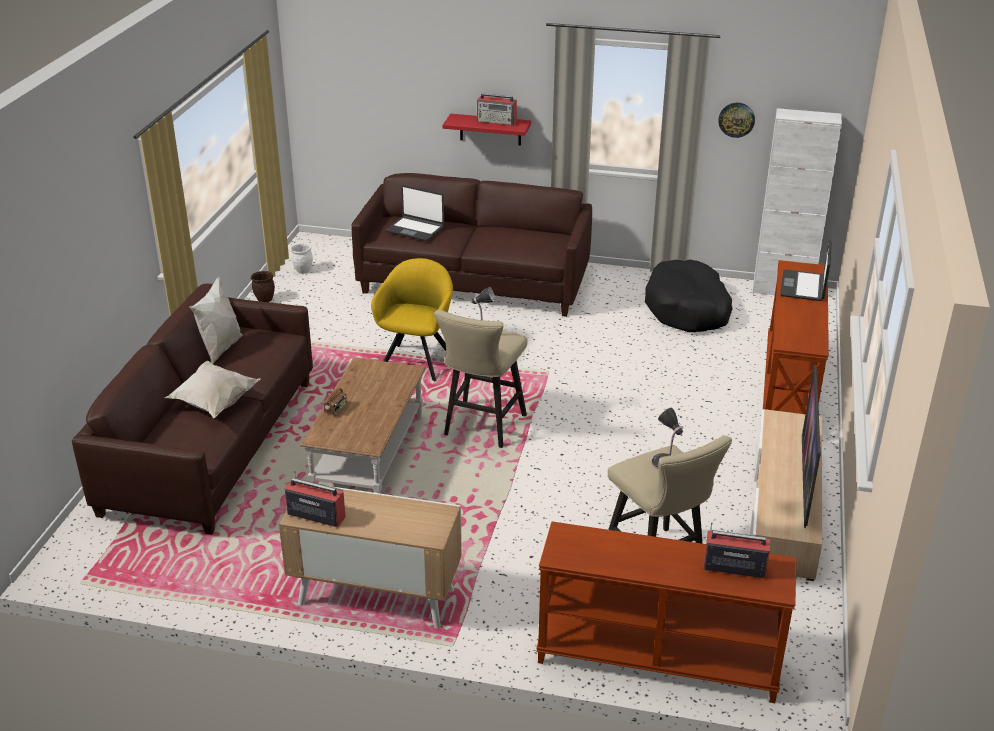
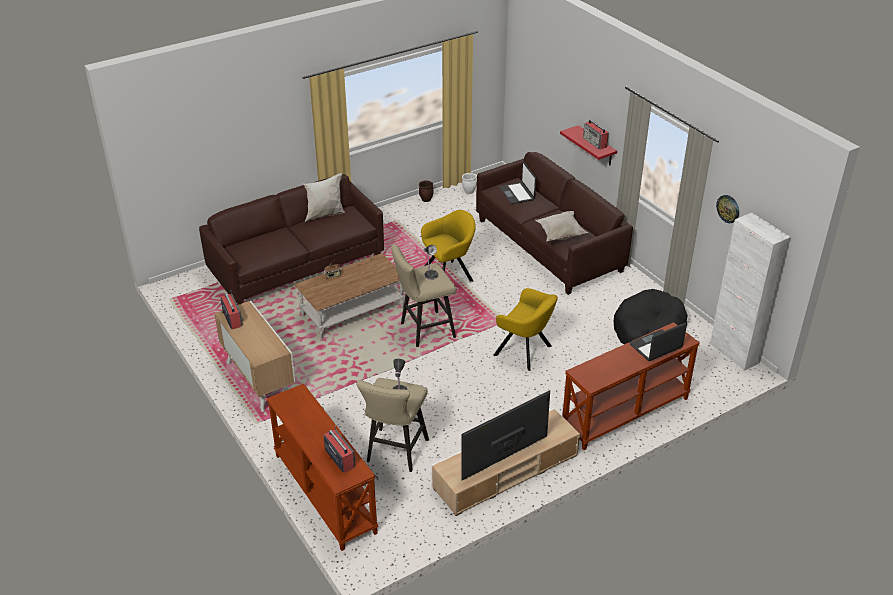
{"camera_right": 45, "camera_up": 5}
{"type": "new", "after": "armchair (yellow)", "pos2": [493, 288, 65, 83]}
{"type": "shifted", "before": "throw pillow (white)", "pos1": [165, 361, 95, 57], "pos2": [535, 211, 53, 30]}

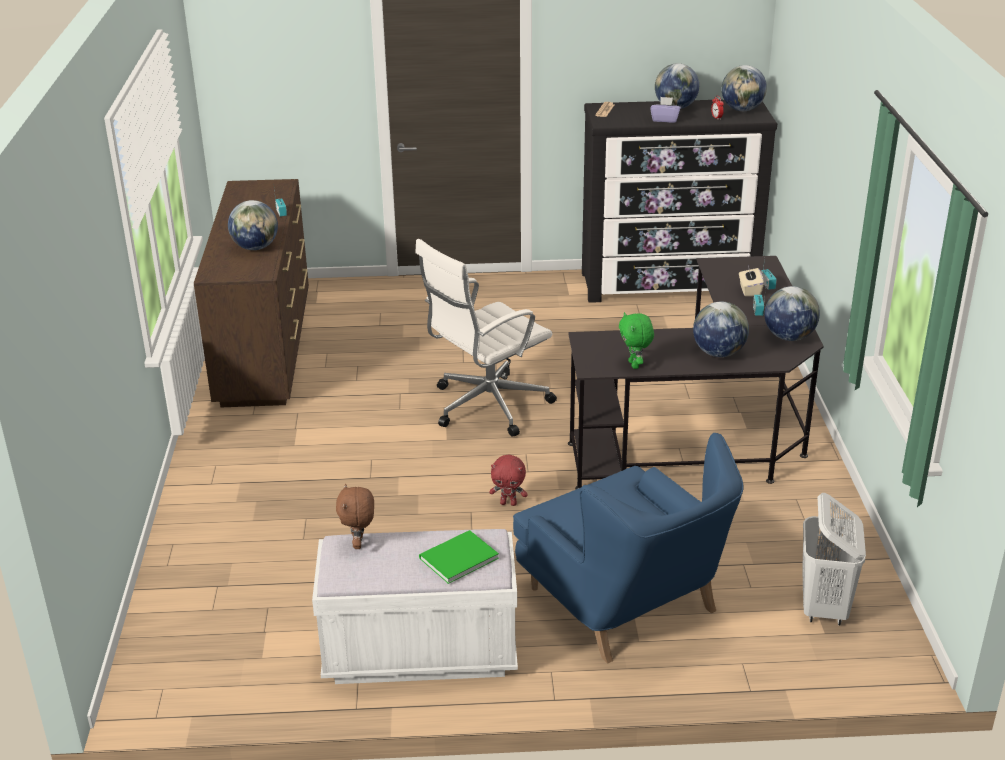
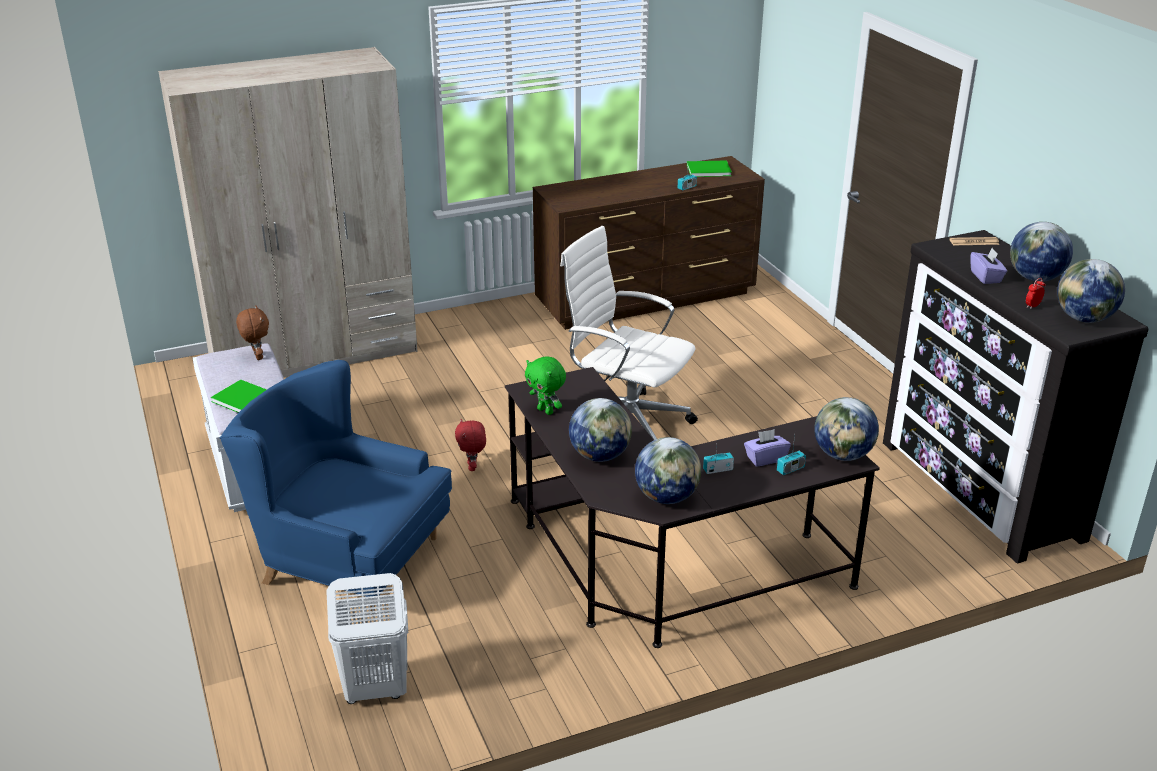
{"camera_right": 70, "camera_up": 0}
{"type": "new", "after": "clothes cupboard (beige)", "pos2": [158, 47, 259, 330]}
{"type": "rotated", "before": "armchair (bluish)", "pos1": [513, 433, 231, 231], "pos2": [220, 360, 232, 255], "turn": 75}
{"type": "rotated", "before": "soft toy (brown)", "pos1": [336, 484, 38, 65], "pos2": [236, 306, 33, 54], "turn": 90}
{"type": "rotated", "before": "soft toy (greenish)", "pos1": [619, 312, 35, 57], "pos2": [525, 356, 41, 59], "turn": -105}
{"type": "new", "after": "book (greenish)", "pos2": [687, 160, 45, 17]}
{"type": "repainted", "before": "tissue holder (beige)", "after": "tissue holder (purplish)", "pos1": [739, 266, 25, 30], "pos2": [744, 429, 47, 38]}
{"type": "shifted", "before": "desk globe", "pos1": [228, 200, 50, 50], "pos2": [814, 397, 65, 64]}

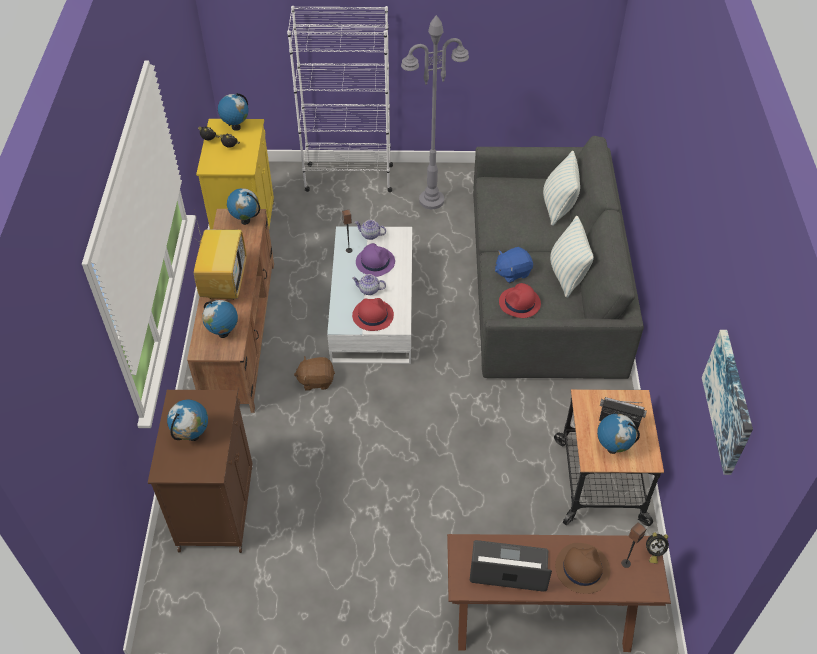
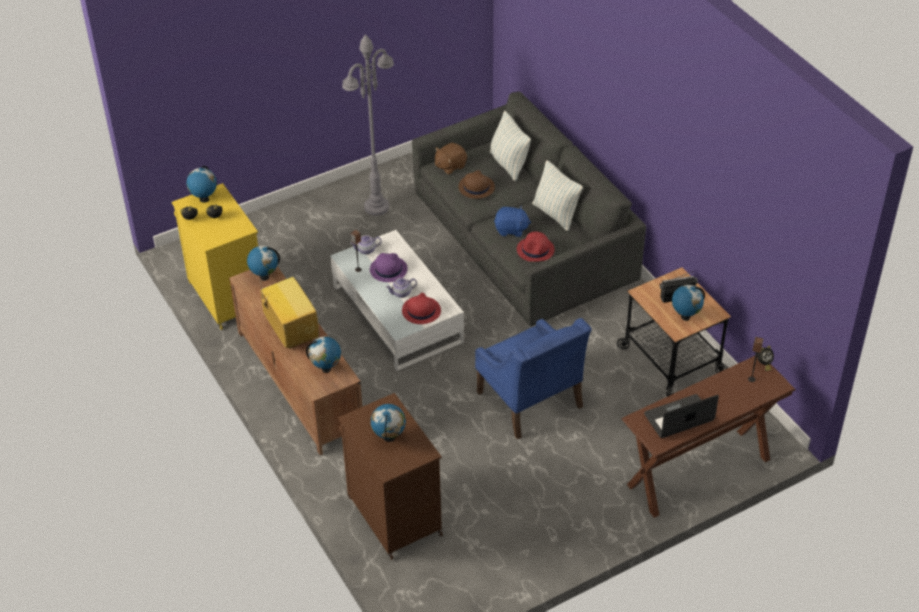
{"camera_right": -30, "camera_up": -5}
{"type": "shifted", "before": "soft toy (brown)", "pos1": [294, 356, 41, 35], "pos2": [435, 143, 32, 32]}
{"type": "shifted", "before": "wearable hat (brown)", "pos1": [555, 543, 55, 51], "pos2": [458, 170, 37, 29]}
{"type": "new", "after": "armchair (bluish)", "pos2": [475, 318, 117, 122]}
{"type": "rotated", "before": "soft toy (bluish)", "pos1": [495, 247, 38, 36], "pos2": [494, 206, 37, 31], "turn": -120}
{"type": "gone", "before": "shelving unit (white)", "pos1": [287, 6, 106, 186]}
{"type": "gone", "before": "wall picture", "pos1": [702, 330, 51, 145]}

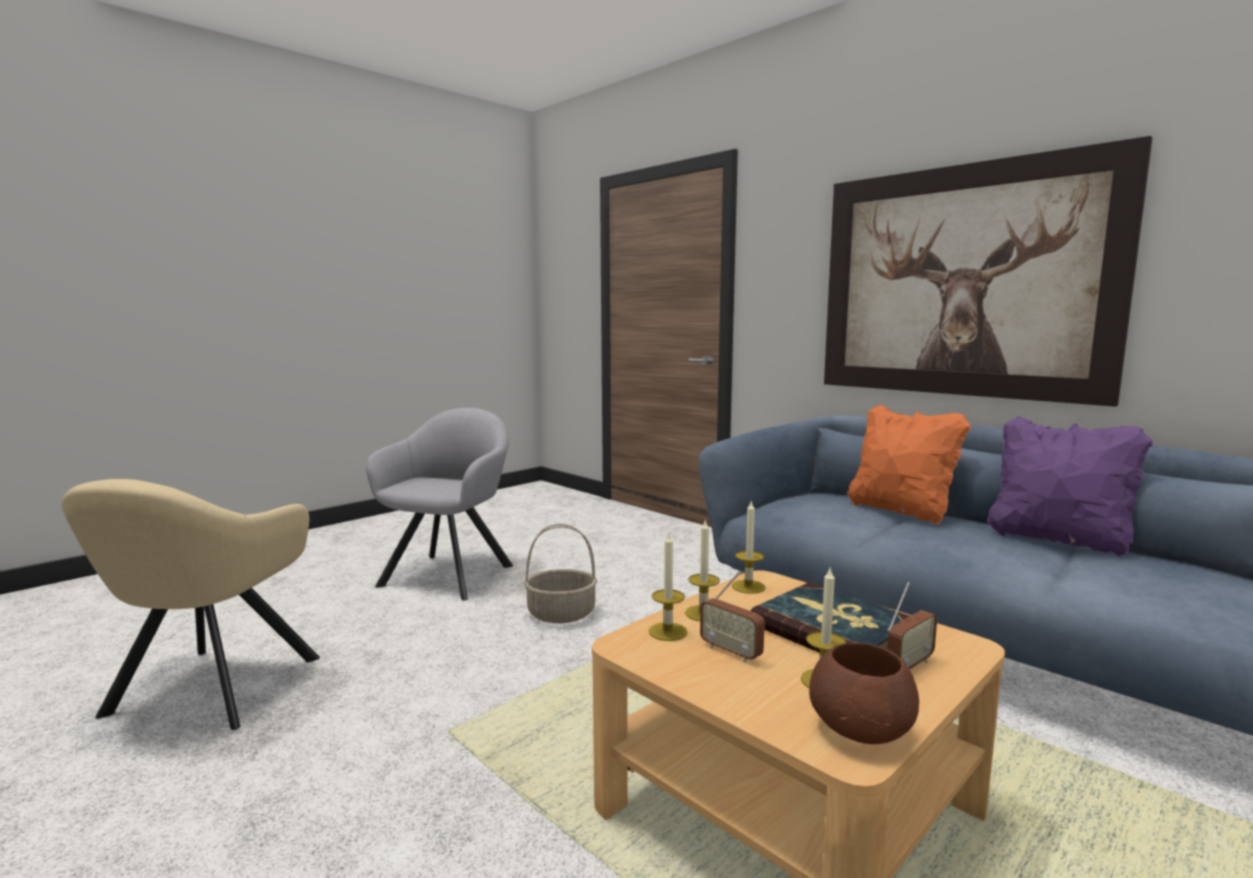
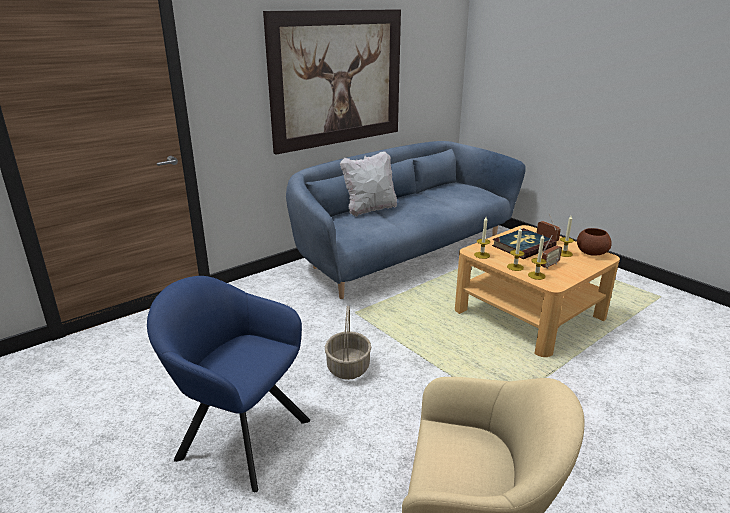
{"camera_right": -85, "camera_up": 15}
{"type": "repainted", "before": "armchair (gray)", "after": "armchair (bluish)", "pos1": [366, 408, 147, 193], "pos2": [147, 276, 163, 216]}
{"type": "repainted", "before": "throw pillow (orange)", "after": "throw pillow (white)", "pos1": [847, 404, 124, 121], "pos2": [340, 151, 57, 66]}
{"type": "gone", "before": "throw pillow (purplish)", "pos1": [987, 416, 166, 140]}

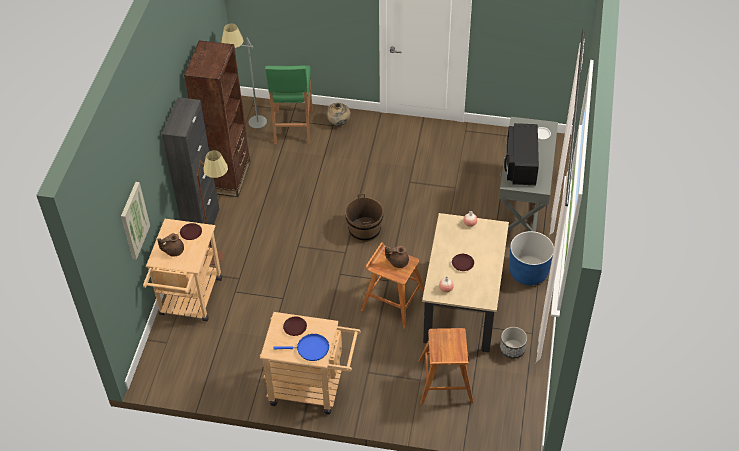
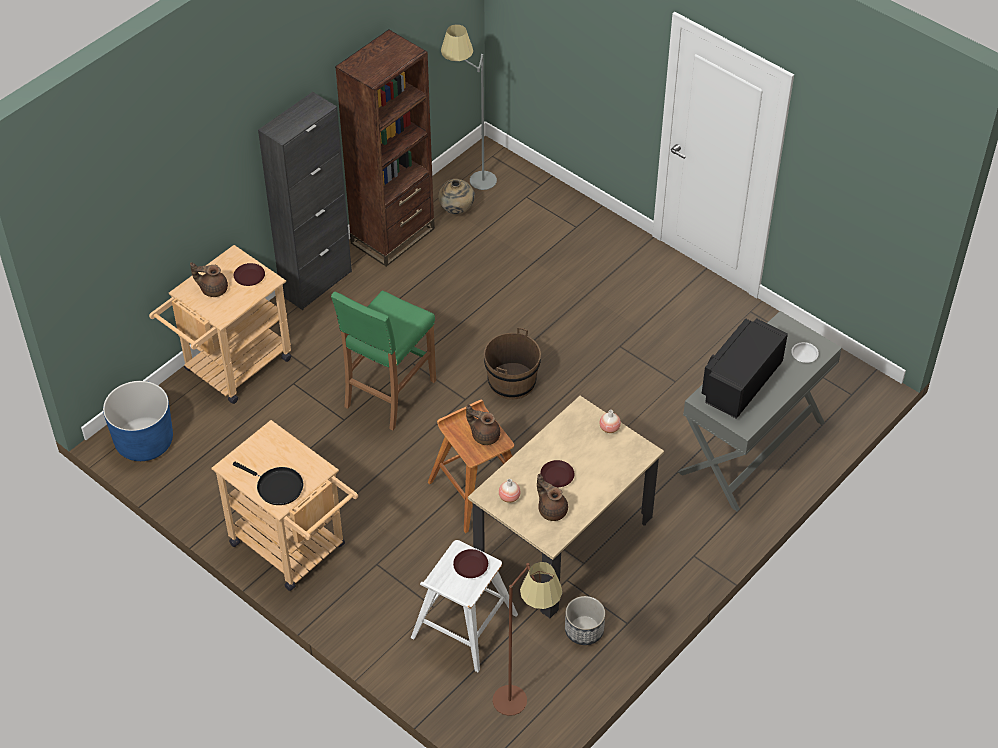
{"camera_right": 30, "camera_up": 0}
{"type": "shifted", "before": "plant pot (bluish)", "pos1": [509, 231, 45, 54], "pos2": [103, 381, 70, 80]}
{"type": "repainted", "before": "frying pan (bluish)", "after": "frying pan (black)", "pos1": [273, 334, 56, 27], "pos2": [233, 462, 70, 43]}
{"type": "shifted", "before": "sitting stool (greenish)", "pos1": [265, 65, 48, 79], "pos2": [331, 290, 105, 141]}
{"type": "repainted", "before": "sitting stool (brown)", "after": "sitting stool (white)", "pos1": [419, 328, 54, 76], "pos2": [411, 540, 107, 132]}
{"type": "shifted", "before": "flower vase (beige)", "pos1": [326, 103, 25, 23], "pos2": [438, 179, 37, 35]}
{"type": "shifted", "before": "flat dish (brown)", "pos1": [283, 317, 24, 19], "pos2": [453, 549, 35, 29]}
{"type": "shifted", "before": "standard lamp (brown)", "pos1": [197, 150, 31, 115], "pos2": [492, 562, 70, 154]}
{"type": "new", "after": "tea pot (brown)", "pos2": [537, 474, 31, 47]}
{"type": "gone", "before": "wall picture", "pos1": [121, 182, 29, 78]}

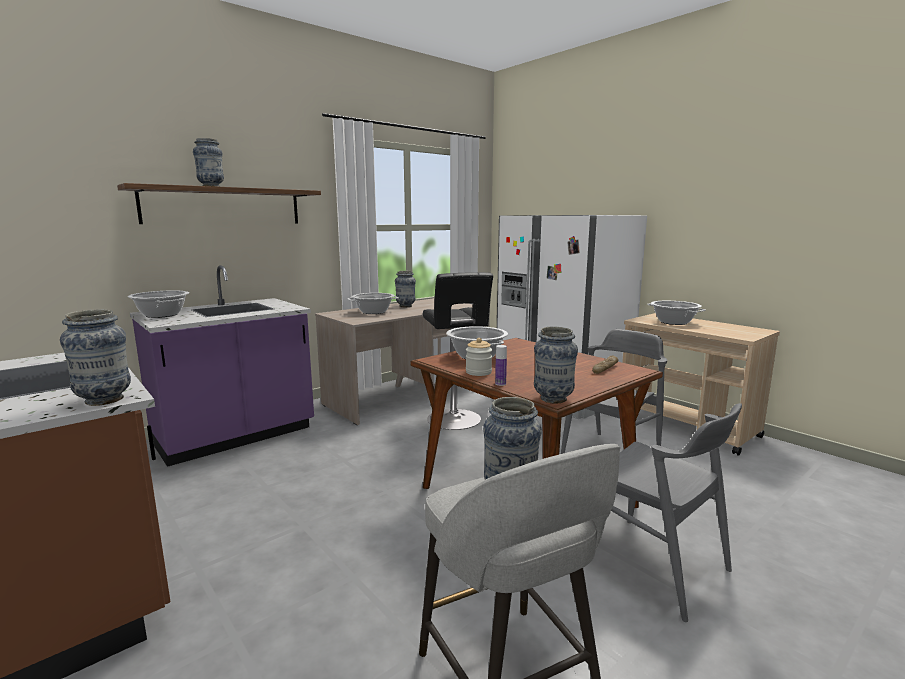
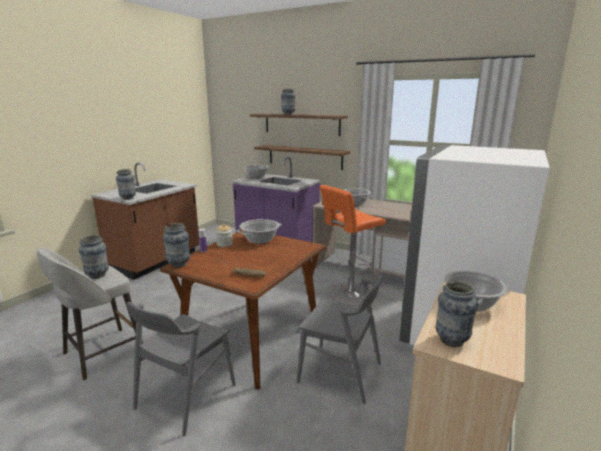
{"camera_right": 70, "camera_up": 5}
{"type": "new", "after": "wall shelf", "pos2": [254, 145, 96, 25]}
{"type": "repainted", "before": "sitting stool (black)", "after": "sitting stool (orange)", "pos1": [423, 272, 70, 158], "pos2": [319, 185, 67, 121]}
{"type": "shifted", "before": "flower vase", "pos1": [395, 271, 21, 36], "pos2": [436, 281, 42, 66]}

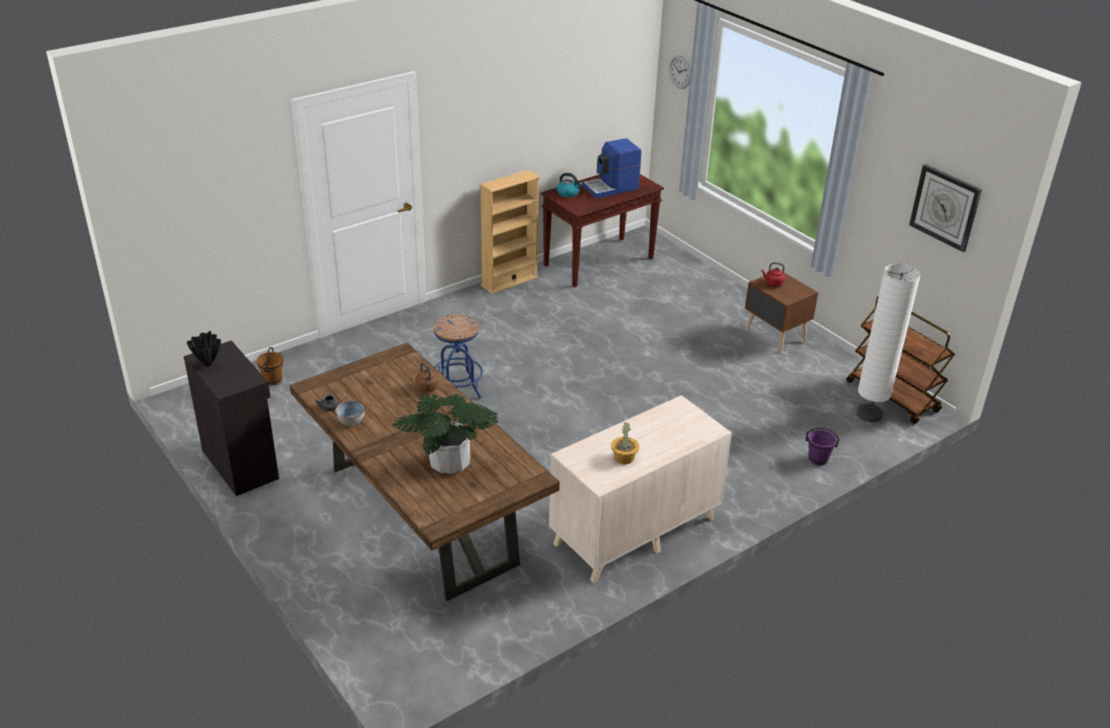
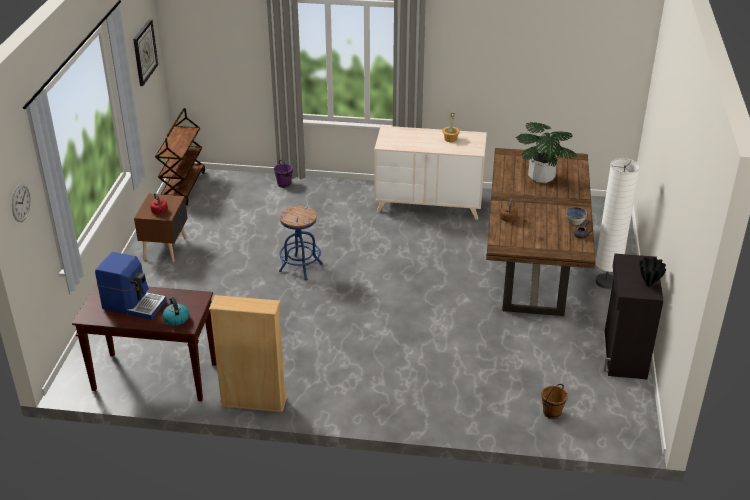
{"camera_right": -135, "camera_up": 0}
{"type": "shifted", "before": "sitting stool (bluish)", "pos1": [433, 314, 50, 85], "pos2": [279, 206, 44, 74]}
{"type": "shifted", "before": "standard lamp (white)", "pos1": [857, 264, 63, 158], "pos2": [595, 158, 45, 131]}

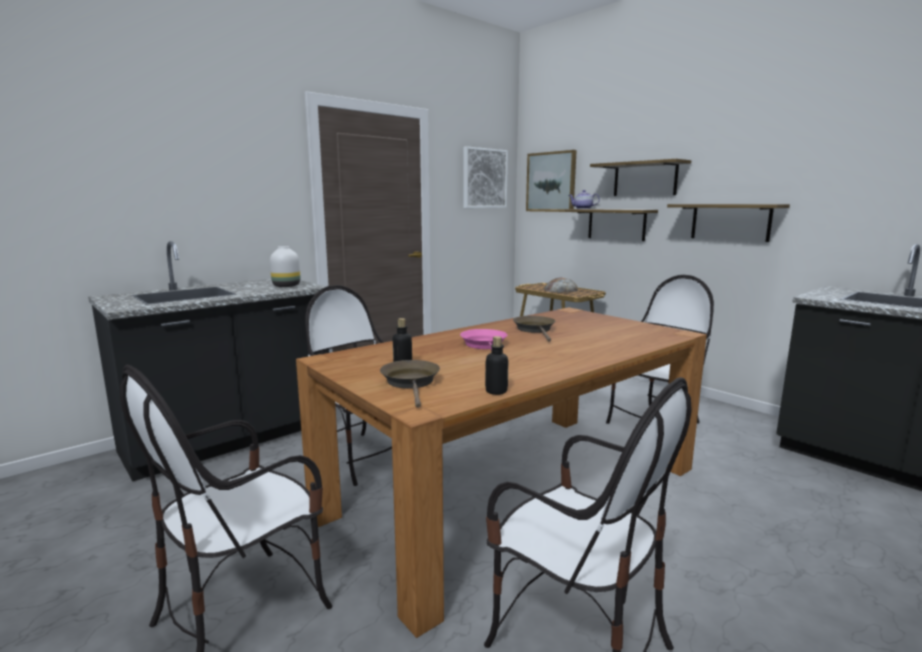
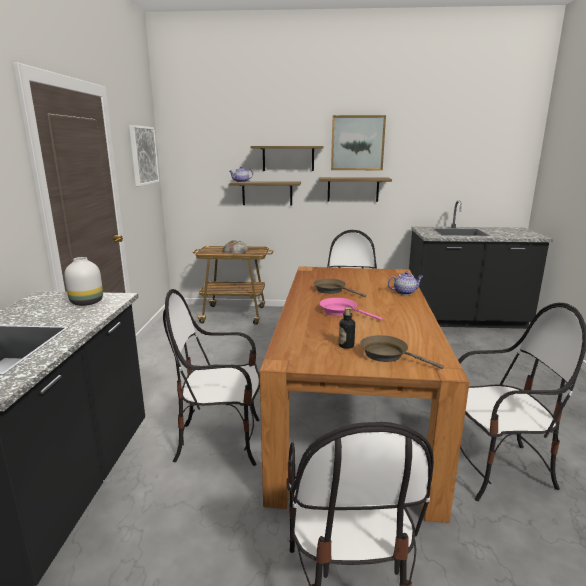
{"camera_right": -45, "camera_up": 5}
{"type": "shifted", "before": "wall picture", "pos1": [526, 150, 51, 62], "pos2": [331, 115, 55, 55]}
{"type": "new", "after": "tea pot", "pos2": [388, 271, 36, 24]}
{"type": "gone", "before": "drink bottle", "pos1": [485, 336, 23, 59]}

